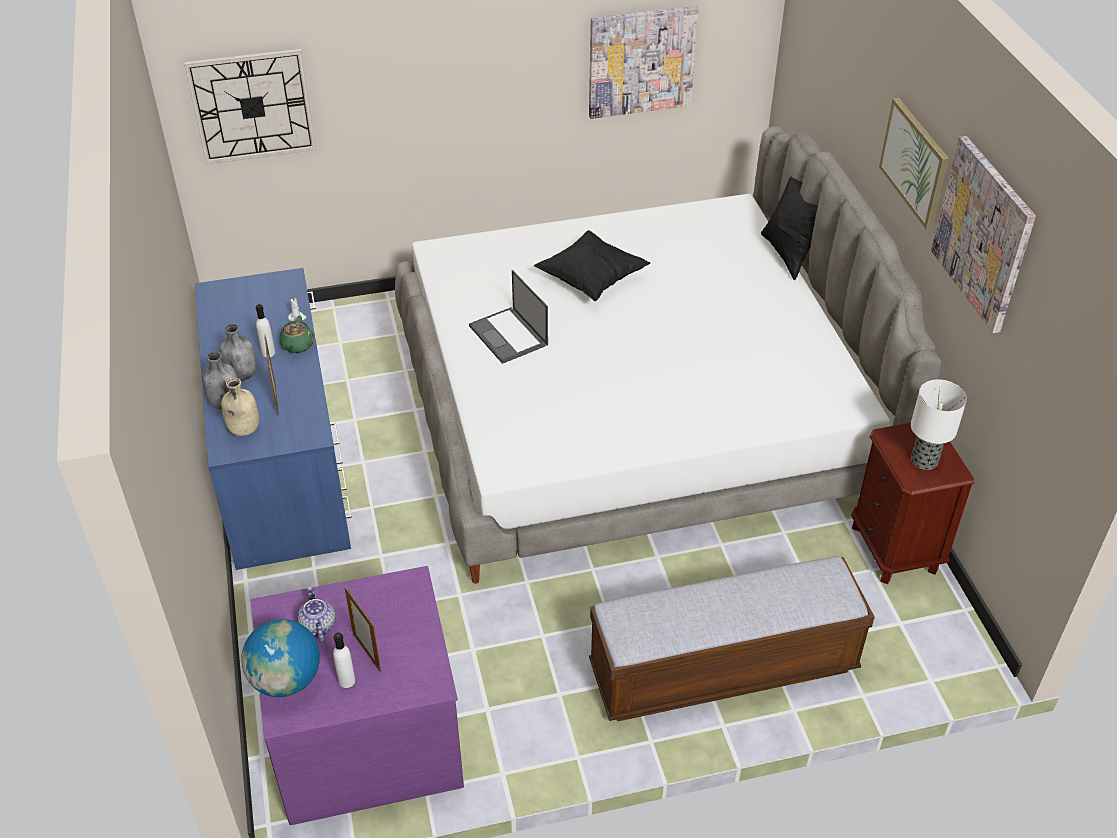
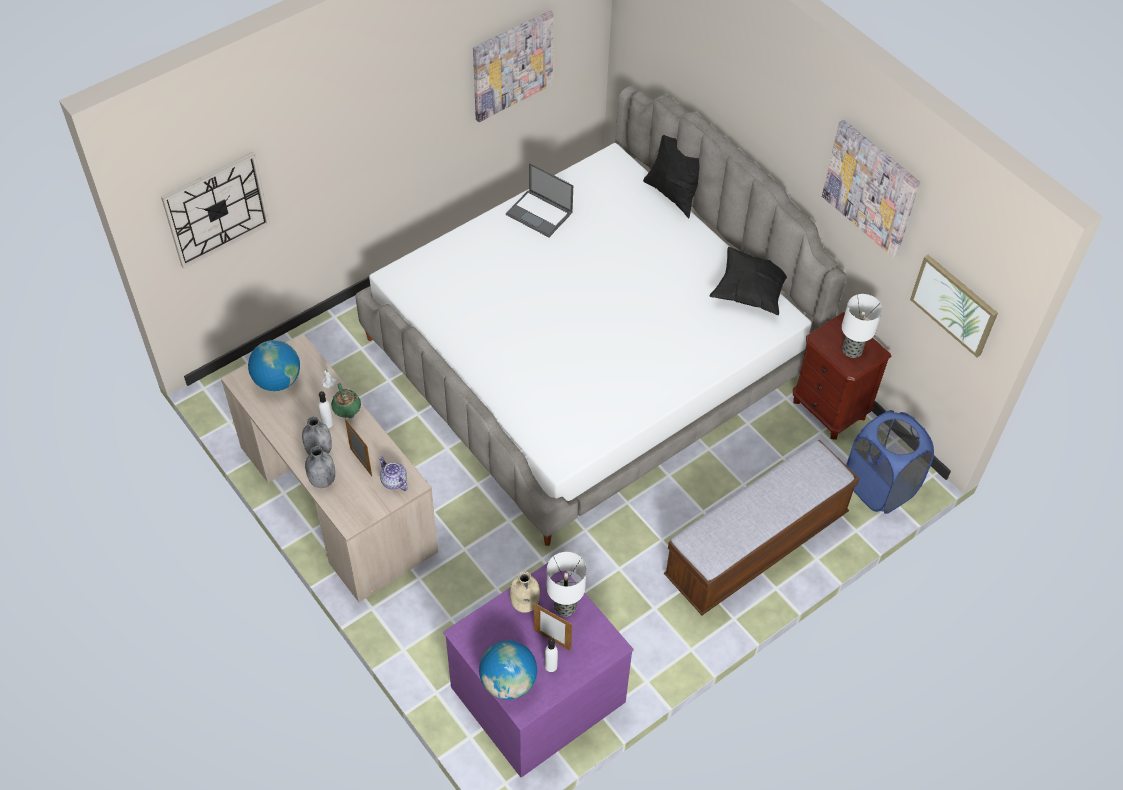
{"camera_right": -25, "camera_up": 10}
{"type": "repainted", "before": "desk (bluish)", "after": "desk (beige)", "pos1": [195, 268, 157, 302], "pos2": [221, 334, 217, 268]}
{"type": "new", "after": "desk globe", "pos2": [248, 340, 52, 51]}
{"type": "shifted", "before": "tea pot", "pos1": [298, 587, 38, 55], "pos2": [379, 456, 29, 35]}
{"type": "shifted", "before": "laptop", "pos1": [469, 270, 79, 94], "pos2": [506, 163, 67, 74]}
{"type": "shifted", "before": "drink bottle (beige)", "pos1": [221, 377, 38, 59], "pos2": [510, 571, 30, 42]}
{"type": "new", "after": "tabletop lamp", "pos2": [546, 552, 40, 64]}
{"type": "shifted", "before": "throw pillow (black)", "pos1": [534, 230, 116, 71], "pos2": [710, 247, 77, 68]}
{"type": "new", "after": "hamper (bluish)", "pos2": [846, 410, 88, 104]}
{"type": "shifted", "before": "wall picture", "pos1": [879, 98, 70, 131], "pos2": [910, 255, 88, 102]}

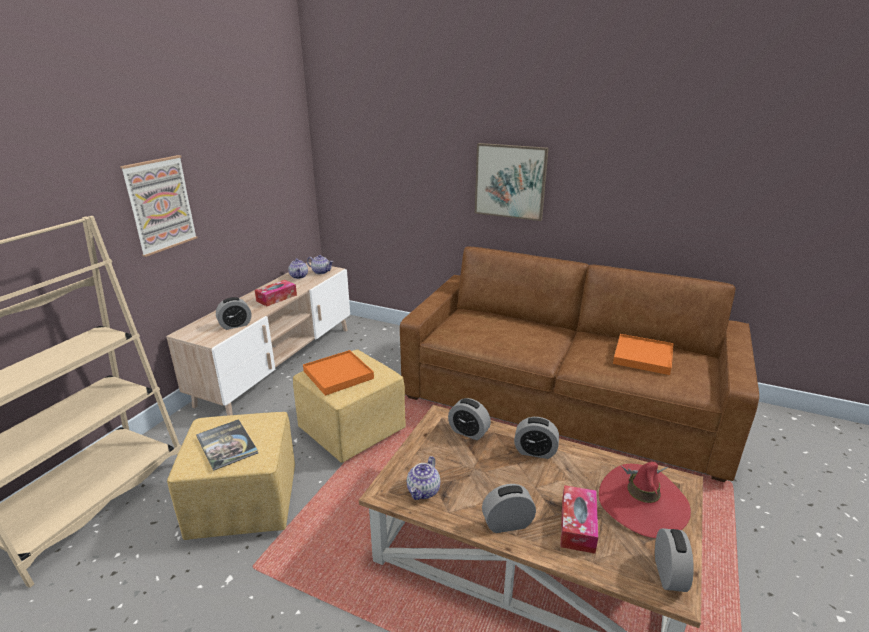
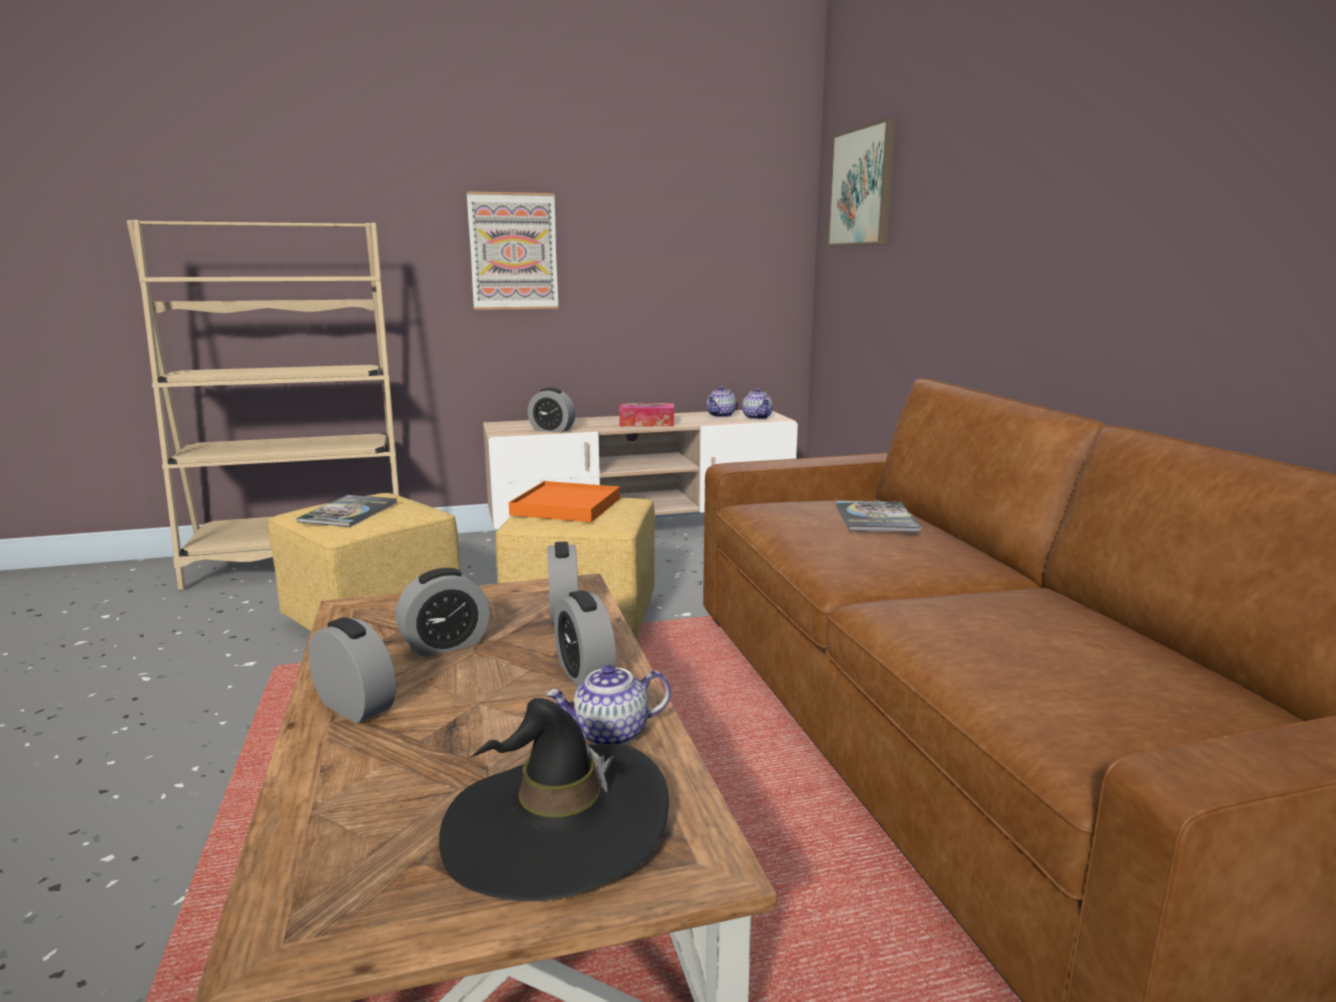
{"camera_right": 50, "camera_up": -10}
{"type": "shifted", "before": "alarm clock", "pos1": [655, 528, 39, 64], "pos2": [396, 568, 94, 89]}
{"type": "repainted", "before": "wearable hat (red-coloured)", "after": "wearable hat (black)", "pos1": [599, 462, 92, 76], "pos2": [439, 698, 230, 203]}
{"type": "shifted", "before": "tea pot", "pos1": [407, 456, 33, 44], "pos2": [546, 665, 125, 80]}
{"type": "shifted", "before": "wall picture", "pos1": [475, 143, 74, 78], "pos2": [828, 118, 68, 128]}
{"type": "new", "after": "book", "pos2": [836, 501, 85, 31]}
{"type": "gone", "before": "tissue holder", "pos1": [560, 485, 38, 69]}
{"type": "gone", "before": "tray (orange)", "pos1": [613, 334, 61, 41]}

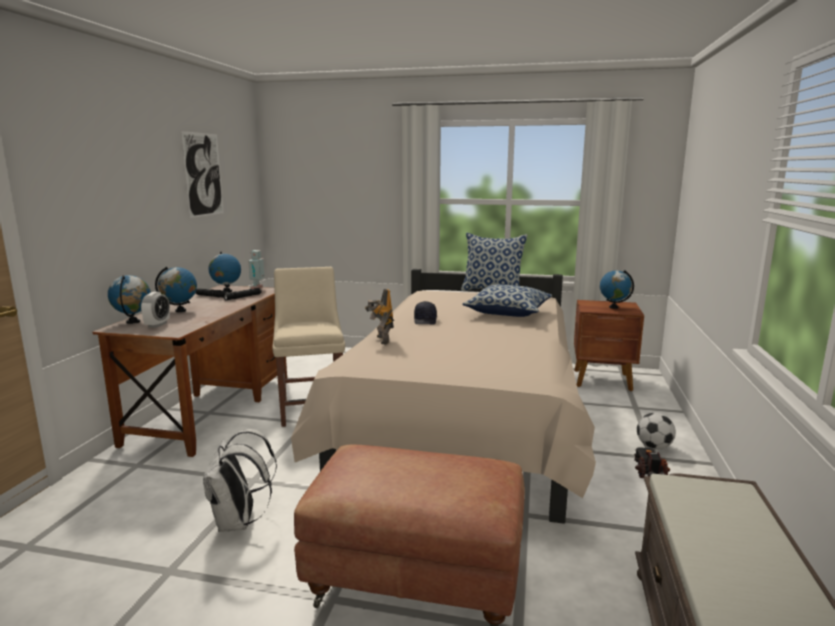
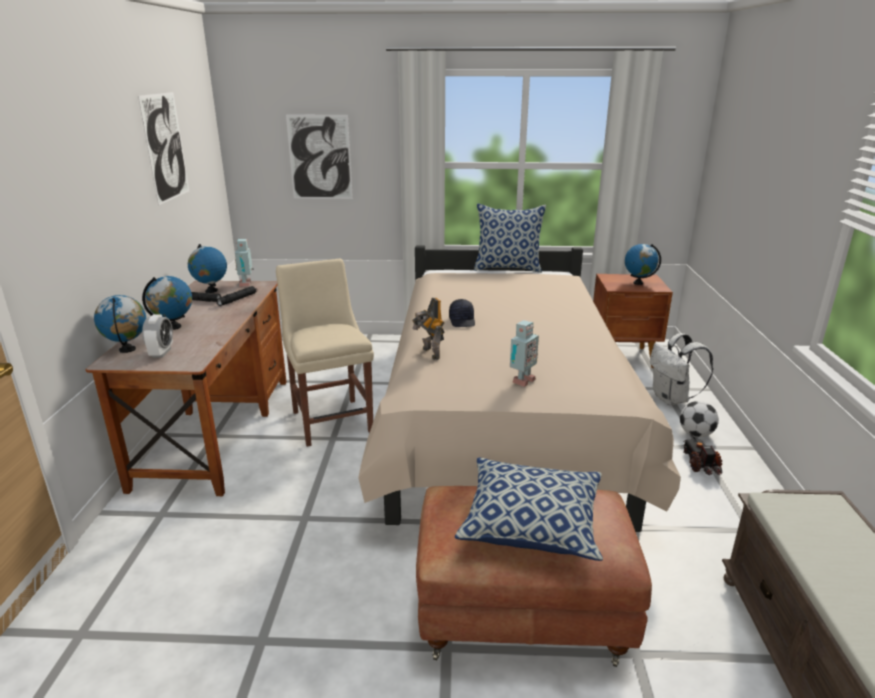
{"camera_right": -10, "camera_up": 10}
{"type": "new", "after": "wall picture", "pos2": [286, 115, 67, 84]}
{"type": "shifted", "before": "throw pillow", "pos1": [462, 284, 90, 33], "pos2": [455, 458, 148, 103]}
{"type": "new", "after": "robot figure", "pos2": [510, 320, 29, 67]}
{"type": "shifted", "before": "rucksack (white)", "pos1": [203, 429, 74, 103], "pos2": [650, 333, 63, 72]}

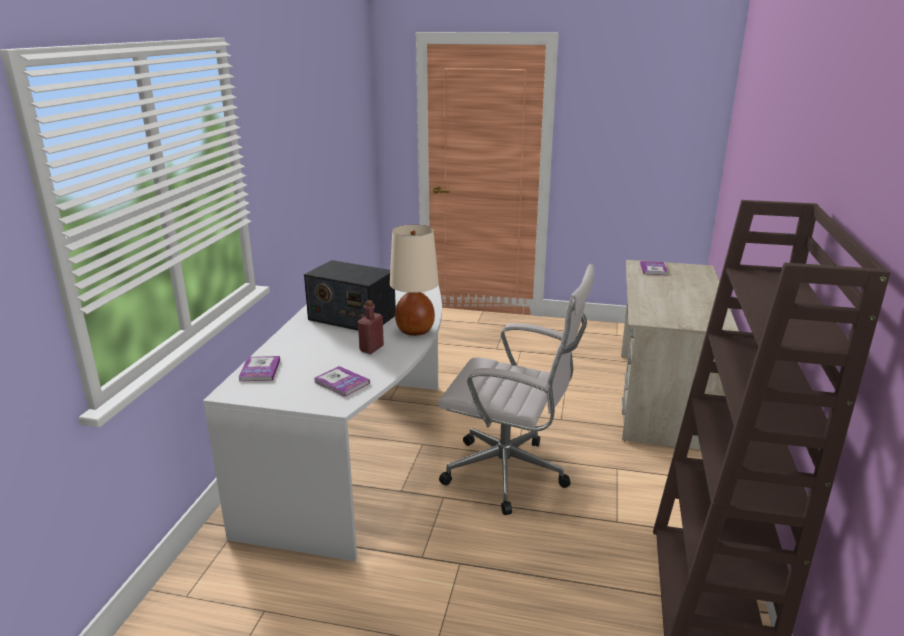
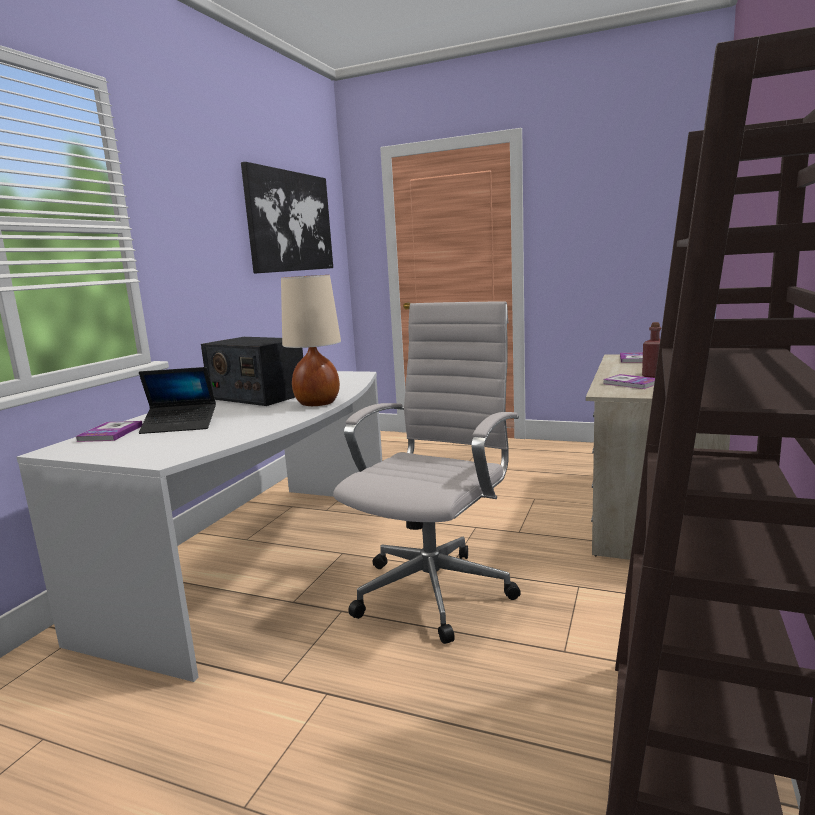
{"camera_right": 10, "camera_up": -10}
{"type": "new", "after": "laptop", "pos2": [139, 367, 77, 67]}
{"type": "new", "after": "wall picture", "pos2": [241, 162, 92, 111]}
{"type": "rotated", "before": "office chair (white)", "pos1": [438, 264, 156, 251], "pos2": [333, 301, 188, 343], "turn": -90}
{"type": "shifted", "before": "book", "pos1": [314, 366, 56, 31], "pos2": [603, 374, 52, 15]}
{"type": "shifted", "before": "drink bottle (red-coloured)", "pos1": [358, 300, 26, 54], "pos2": [642, 322, 19, 56]}

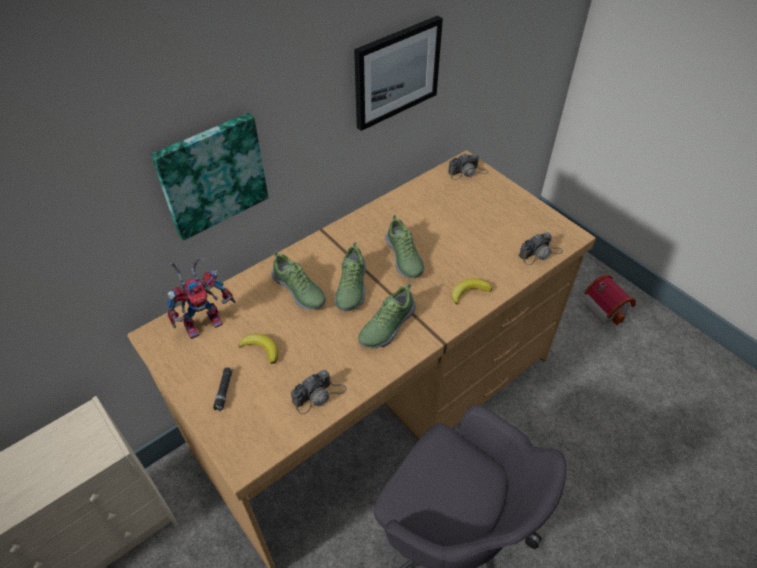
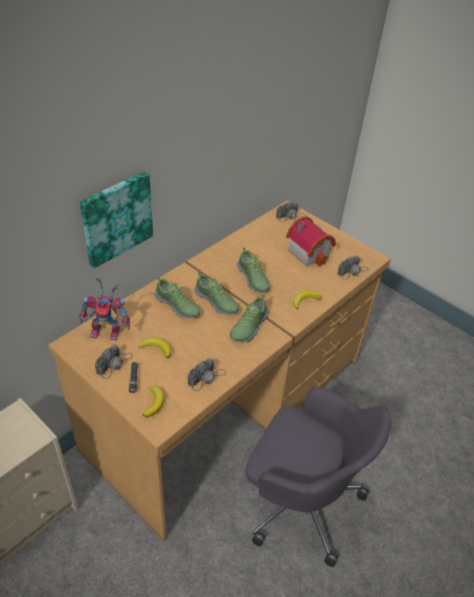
{"camera_right": -10, "camera_up": -5}
{"type": "rotated", "before": "robot figure", "pos1": [167, 257, 69, 82], "pos2": [79, 277, 51, 63], "turn": 45}
{"type": "new", "after": "still camera", "pos2": [95, 344, 38, 35]}
{"type": "new", "after": "whole banana", "pos2": [142, 386, 22, 32]}
{"type": "rotated", "before": "item of footwear", "pos1": [335, 242, 31, 69], "pos2": [194, 272, 45, 43], "turn": -45}
{"type": "shifted", "before": "toy house", "pos1": [584, 274, 52, 51], "pos2": [286, 216, 50, 51]}
{"type": "gone", "before": "wall picture", "pos1": [354, 16, 89, 115]}

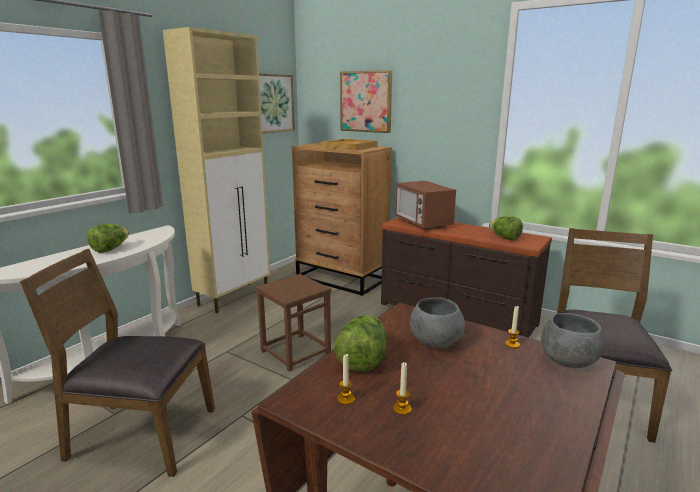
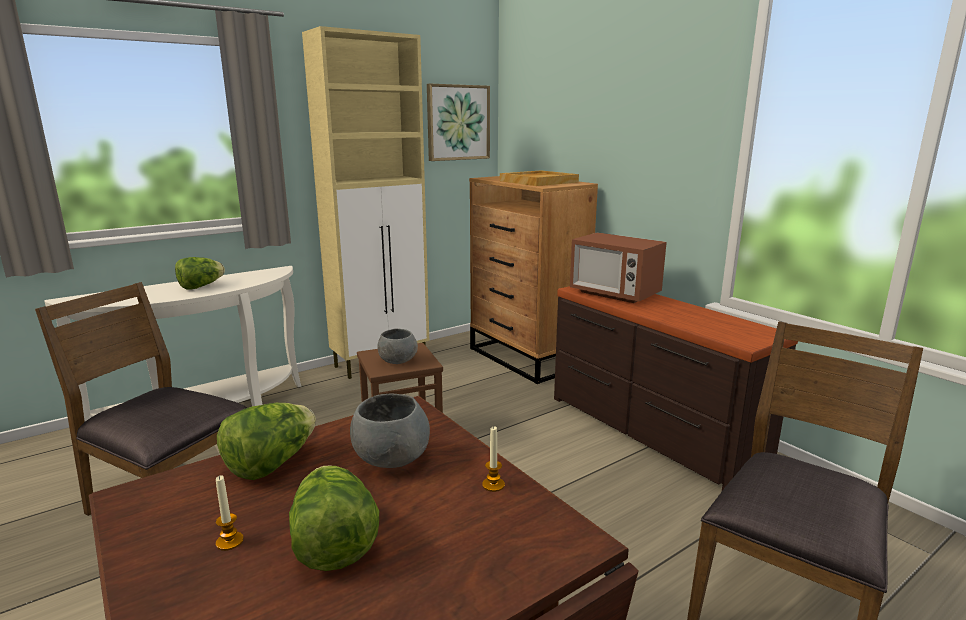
{"camera_right": 20, "camera_up": 0}
{"type": "shifted", "before": "lettuce", "pos1": [489, 216, 34, 25], "pos2": [289, 466, 90, 105]}
{"type": "shifted", "before": "bowl (gray)", "pos1": [541, 313, 64, 55], "pos2": [377, 328, 41, 36]}
{"type": "rotated", "before": "kitchen microwave", "pos1": [395, 181, 61, 49], "pos2": [570, 232, 97, 71], "turn": -45}
{"type": "gone", "before": "candle", "pos1": [337, 354, 18, 51]}
{"type": "gone", "before": "wall picture", "pos1": [340, 70, 52, 63]}

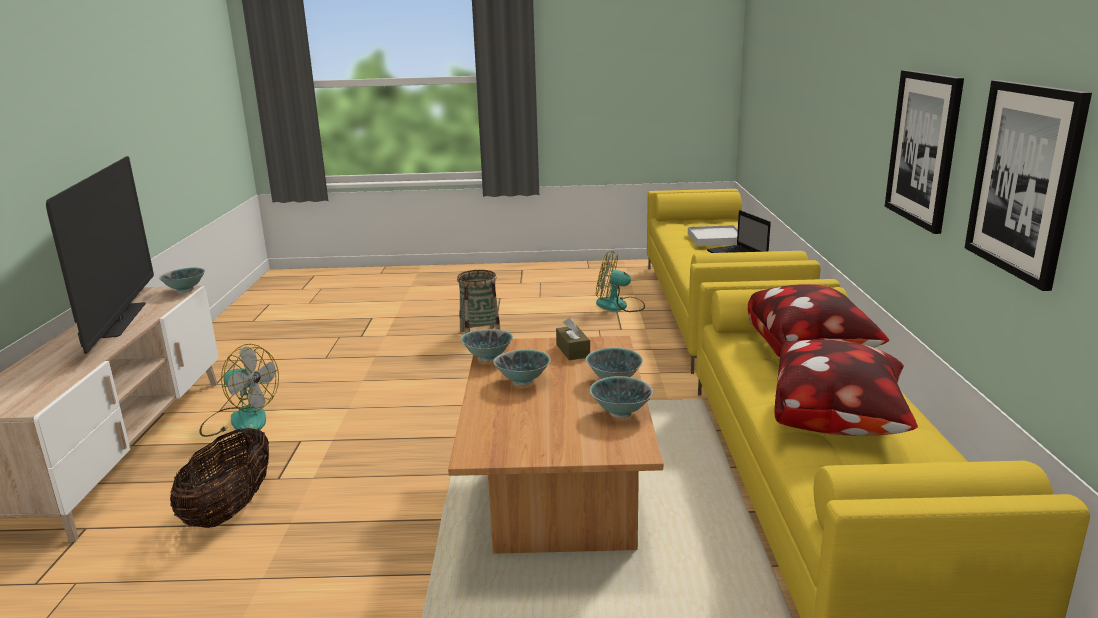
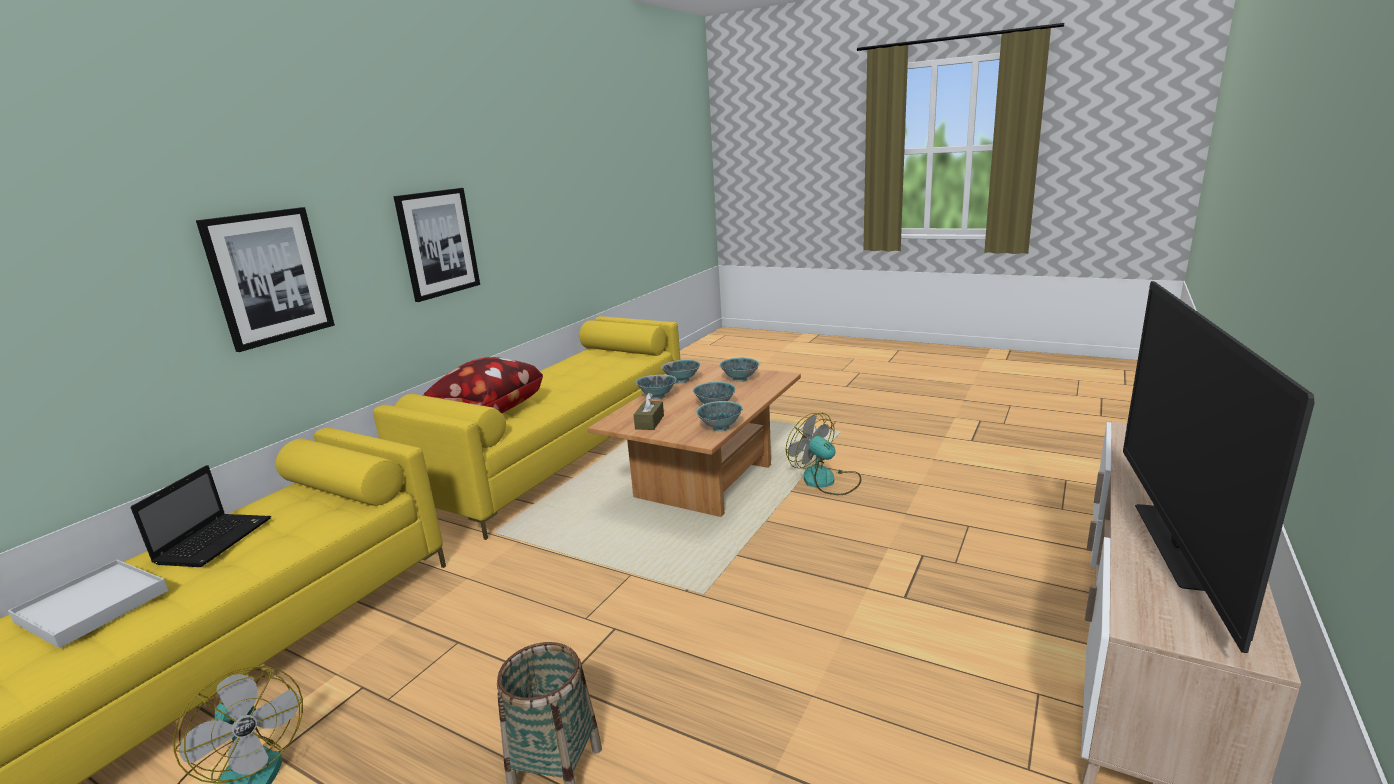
{"camera_right": -150, "camera_up": 0}
{"type": "shifted", "before": "wall picture", "pos1": [965, 80, 127, 211], "pos2": [196, 207, 139, 145]}
{"type": "shifted", "before": "bowl", "pos1": [158, 267, 47, 26], "pos2": [719, 357, 41, 25]}
{"type": "shifted", "before": "fan", "pos1": [200, 344, 79, 93], "pos2": [786, 413, 75, 82]}
{"type": "gone", "before": "basket", "pos1": [170, 428, 99, 100]}
{"type": "gone", "before": "throw pillow", "pos1": [774, 340, 144, 96]}

